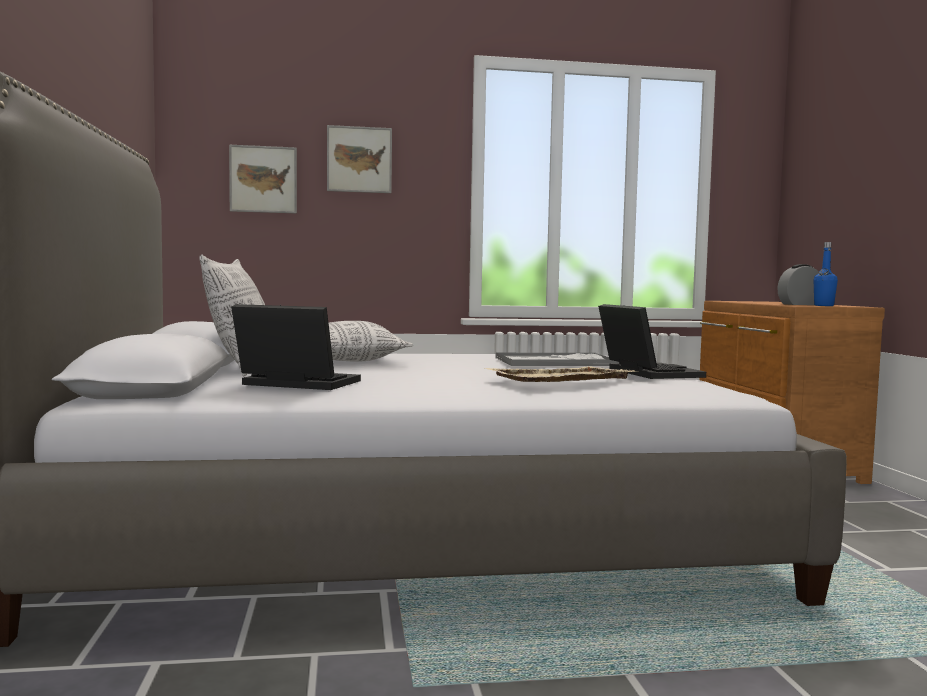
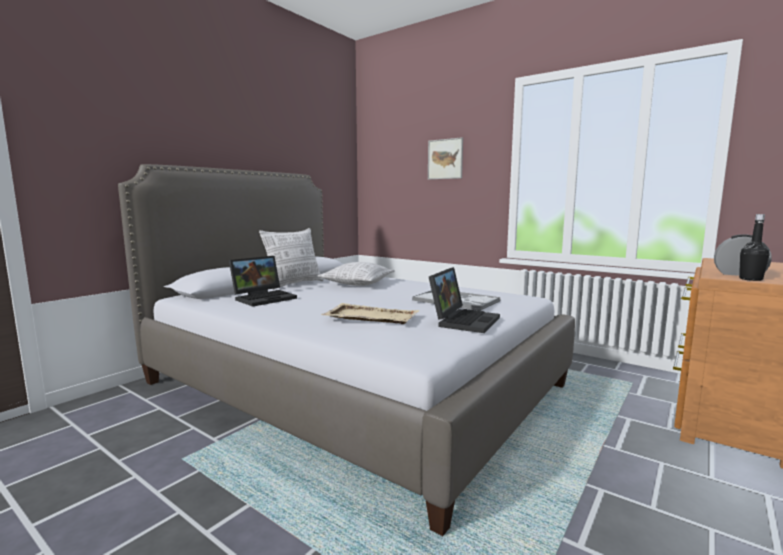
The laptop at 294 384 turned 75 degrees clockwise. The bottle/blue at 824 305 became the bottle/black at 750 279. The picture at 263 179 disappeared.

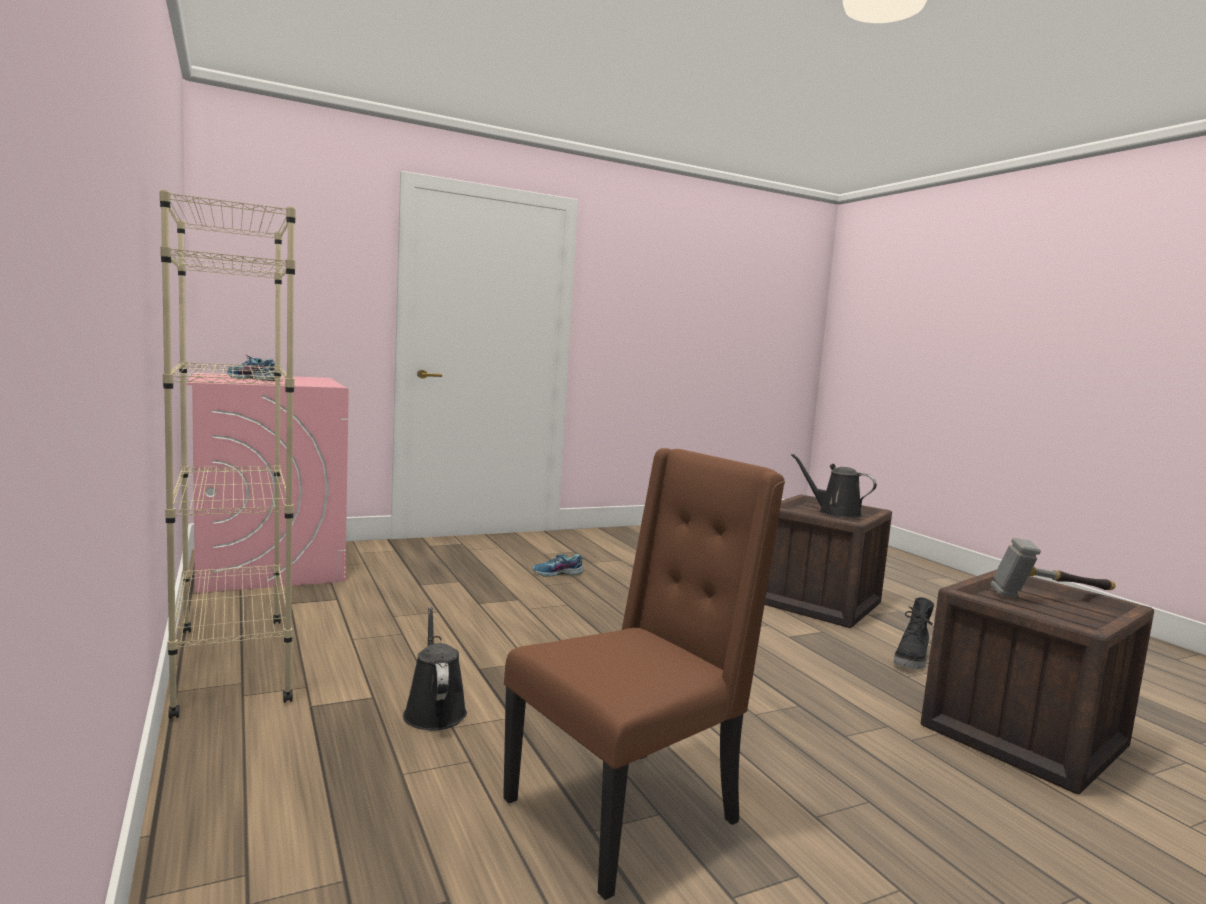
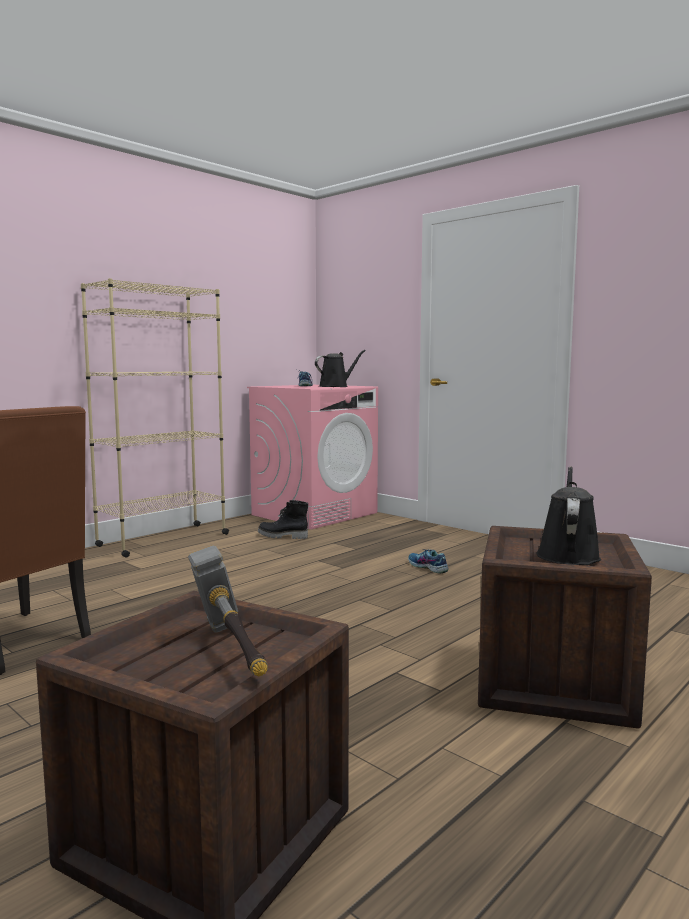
The boot/black moved from 912 660 to 282 536. The watering can/black moved from 434 711 to 336 386.

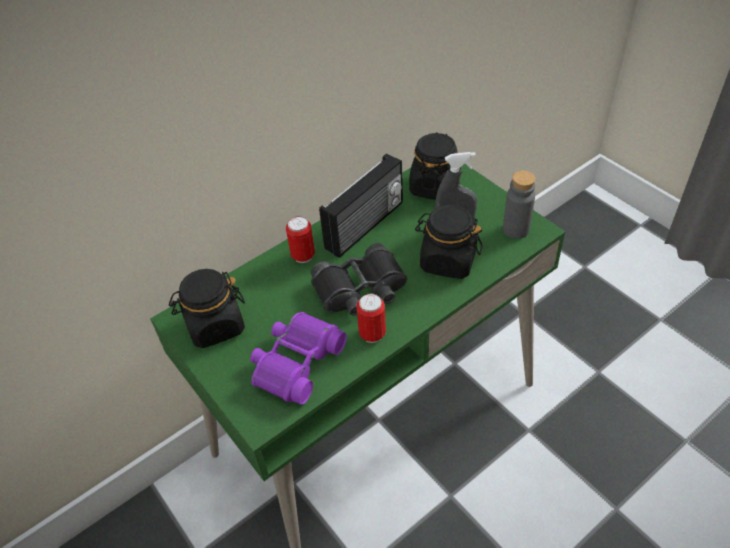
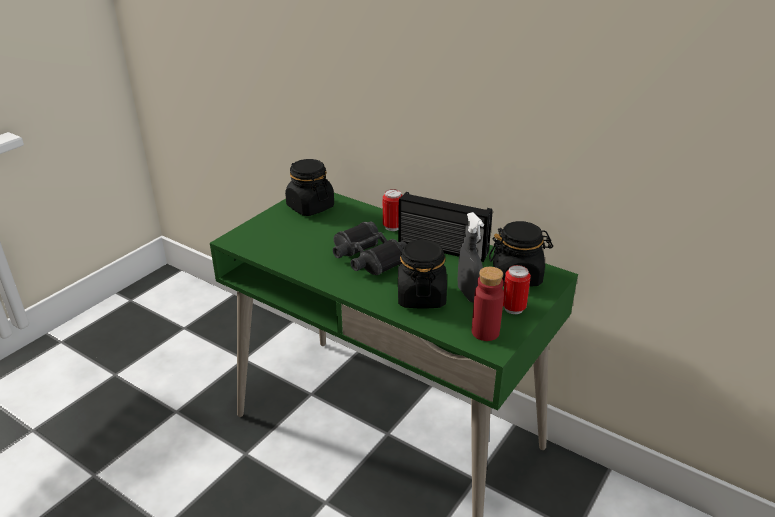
The bottle/grey at 515 229 became the bottle/red at 485 332. The can moved from 372 334 to 513 308. The binoculars/purple at 296 362 disappeared.

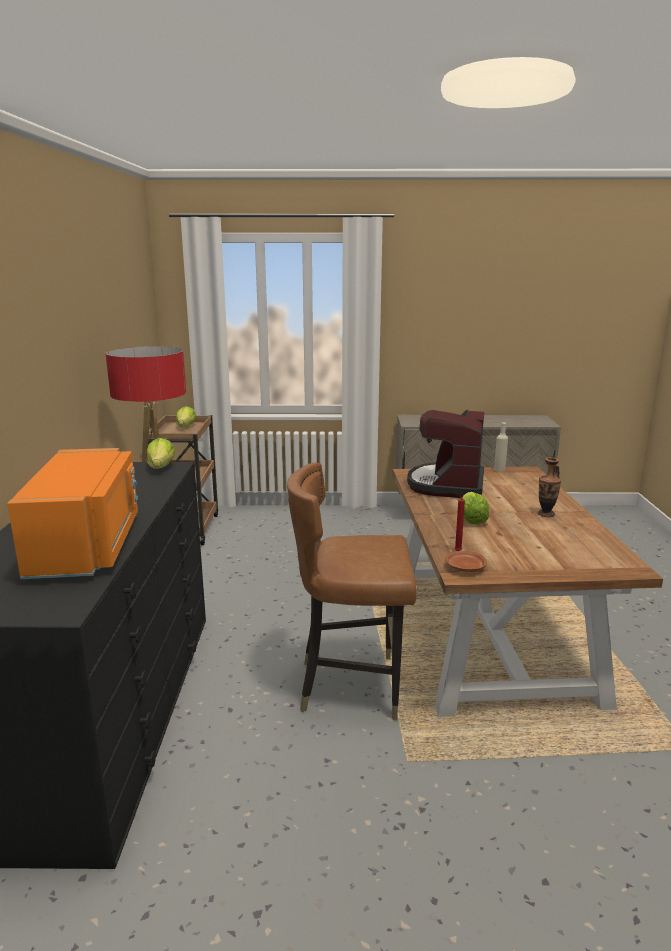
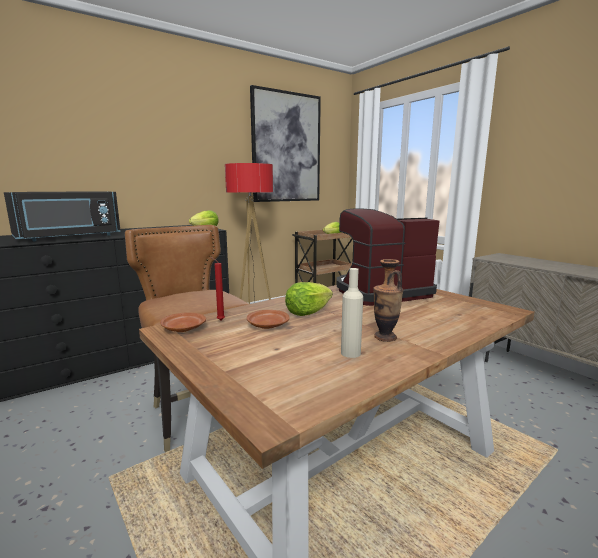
The microwave/orange at 88 546 became the microwave/black at 70 237. The plate/brown at 267 325 appeared. The picture at 286 148 appeared. The bottle/beige moved from 499 469 to 350 353.

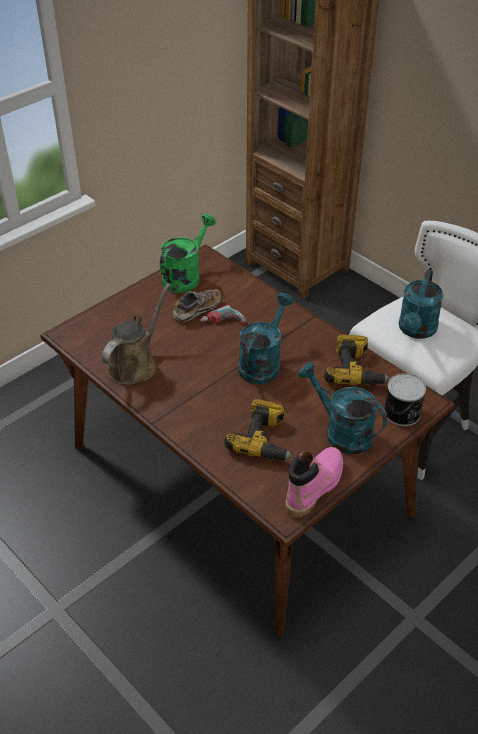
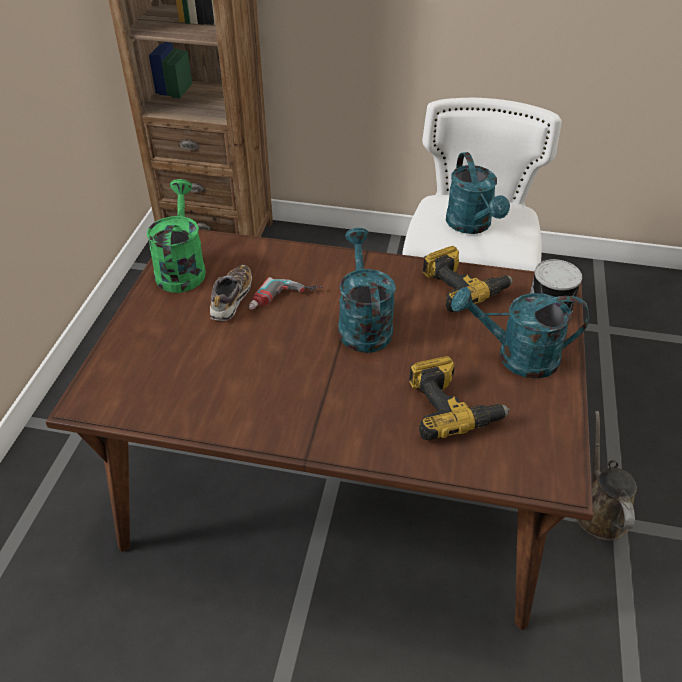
The watering can/brown moved from 135 364 to 599 510. The boot/pink at 314 486 disappeared.

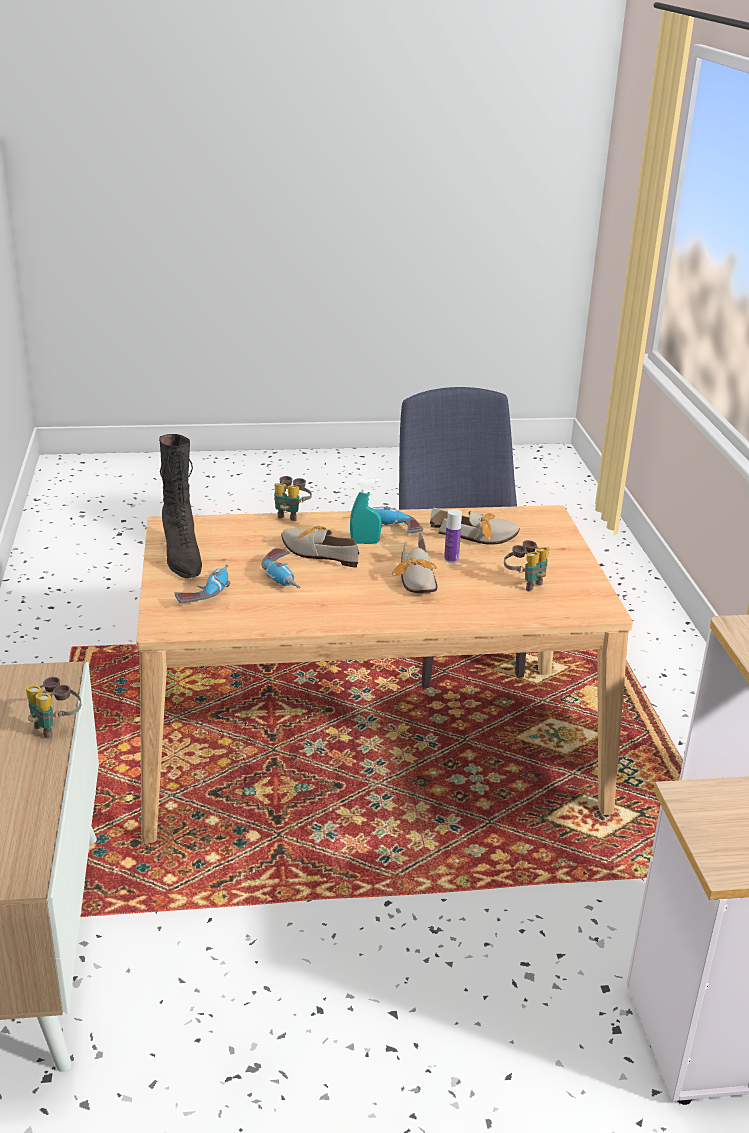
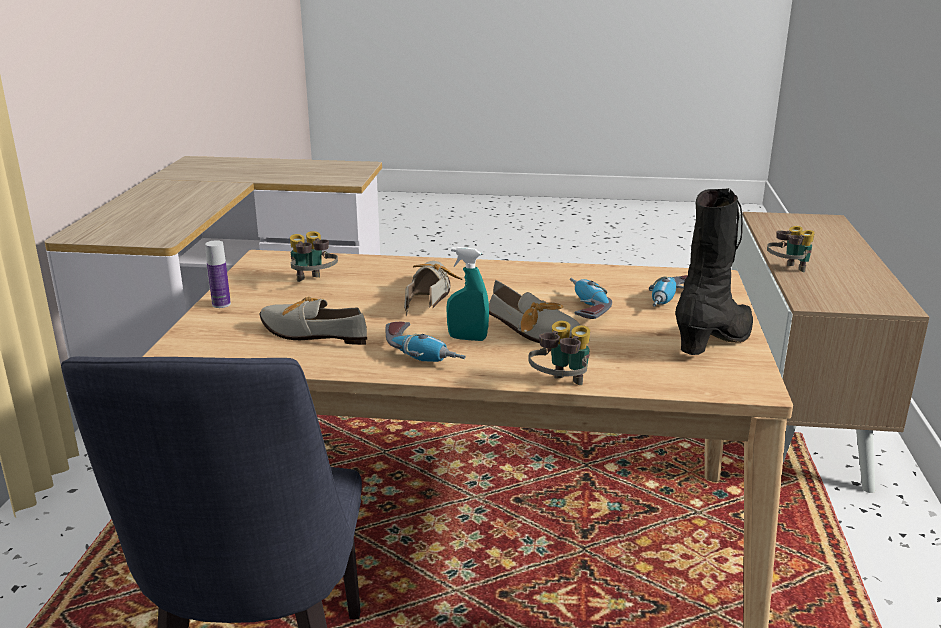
The bottle moved from 451 559 to 221 304. The boot/black at 182 557 turned 45 degrees clockwise.

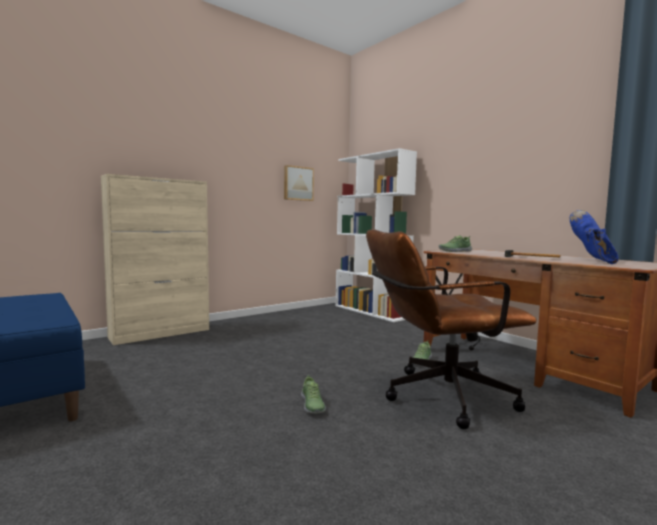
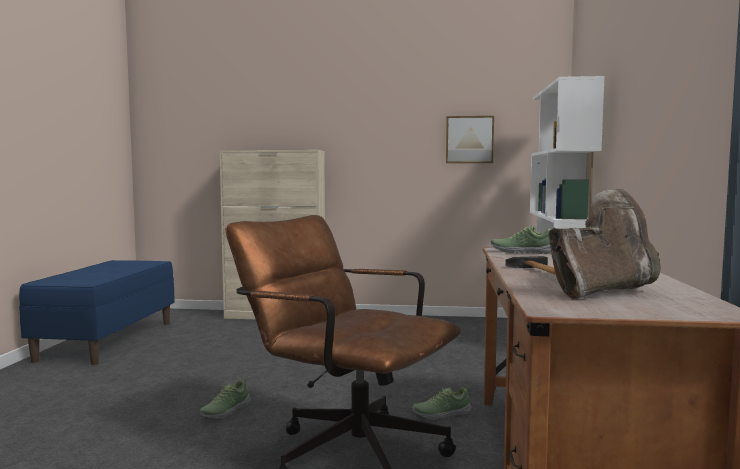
The boot/blue at 593 261 became the boot/brown at 602 291.

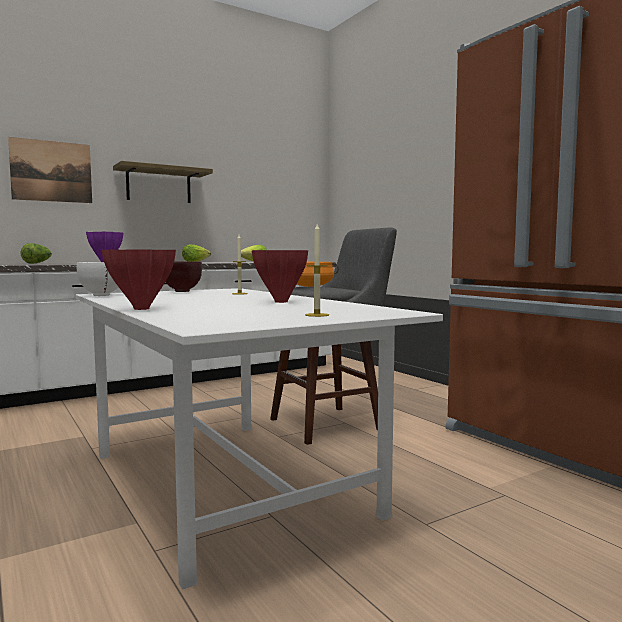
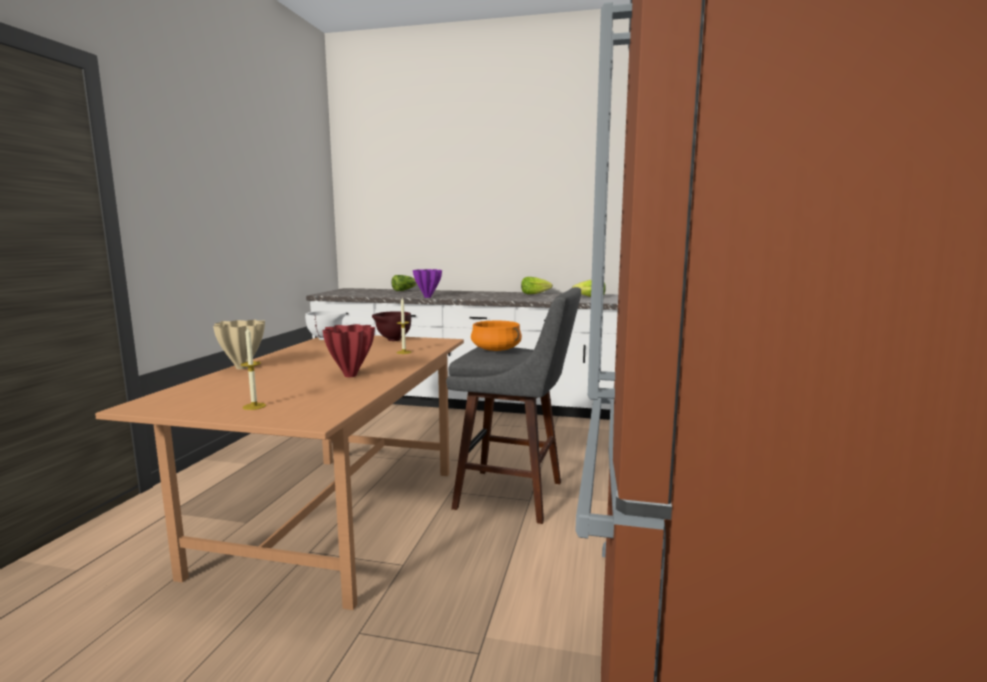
The dining table/white at 228 483 became the dining table/brown at 337 518. The vase/red at 143 309 became the vase/beige at 243 368. The picture at 51 171 disappeared. The shelf at 159 185 disappeared.

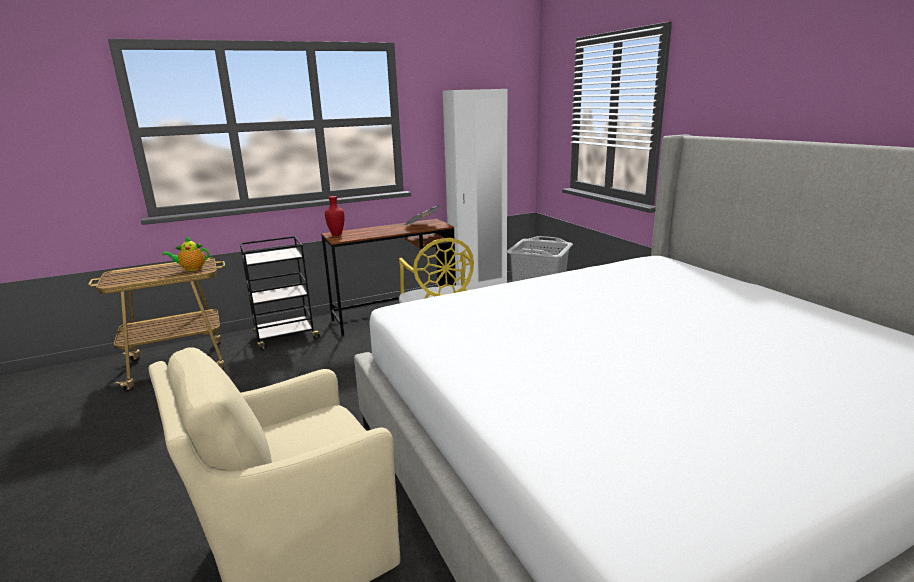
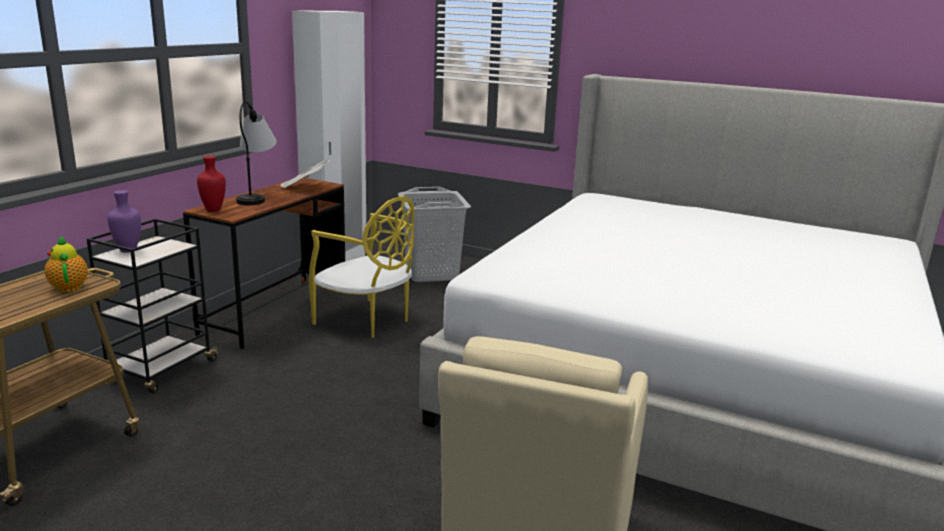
The teapot at 191 269 turned 120 degrees clockwise. The vase/purple at 127 251 appeared. The table lamp at 257 197 appeared.

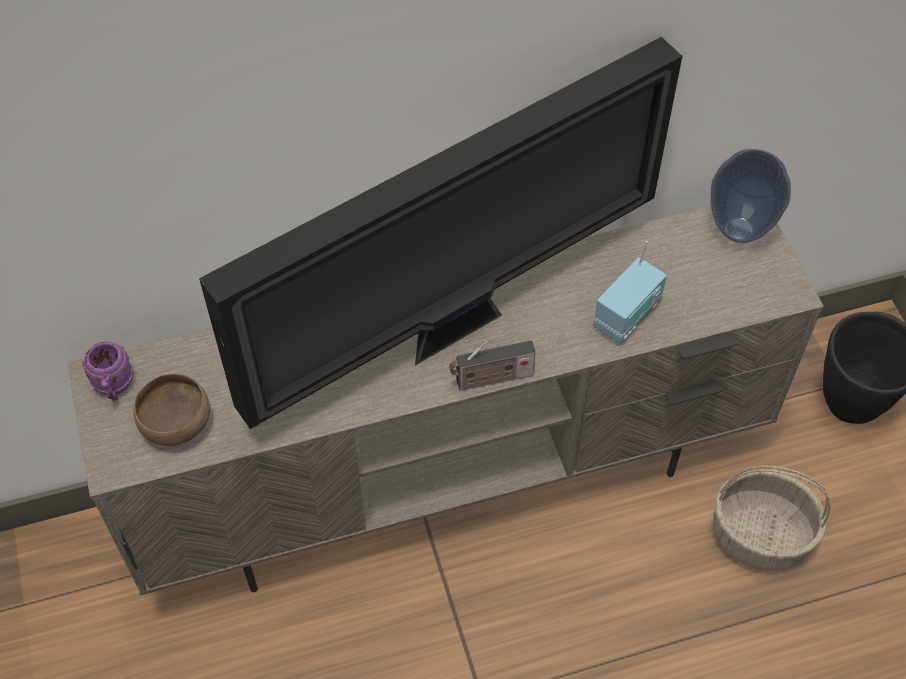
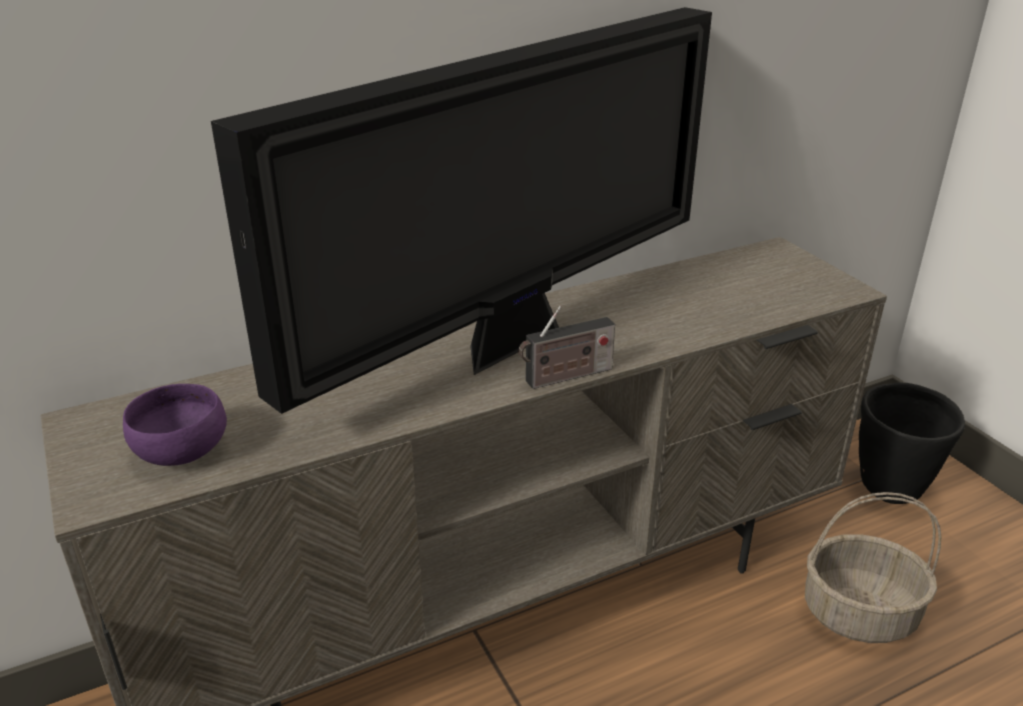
The bowl/brown at 175 422 became the bowl/purple at 180 451. The mug/purple at 114 388 disappeared. The radio at 627 316 disappeared. The vase at 737 230 disappeared.

